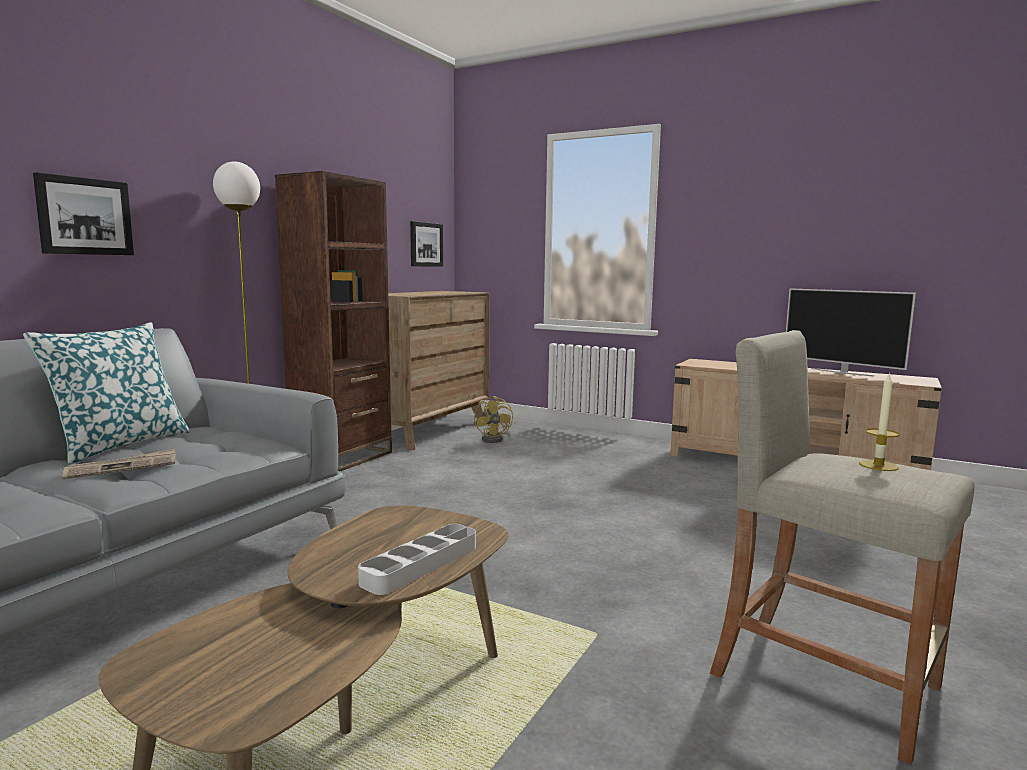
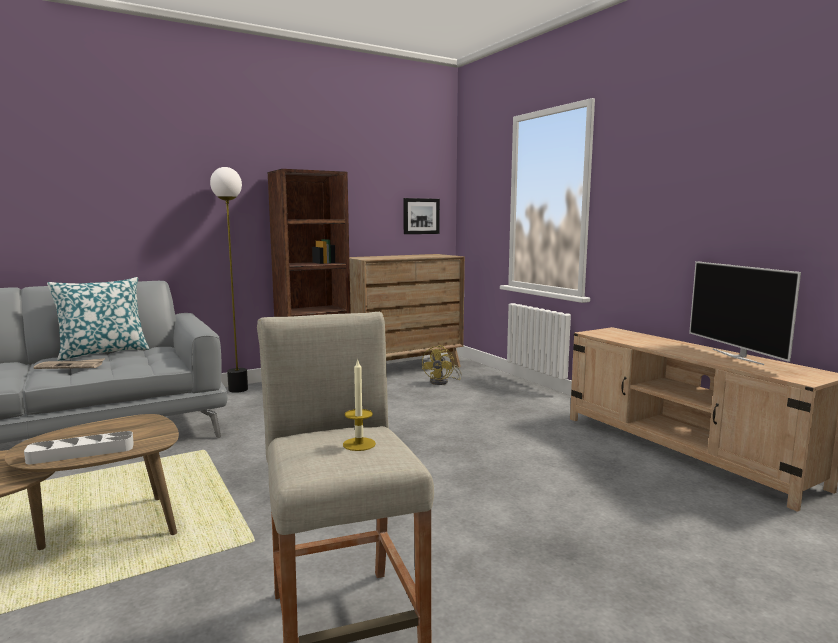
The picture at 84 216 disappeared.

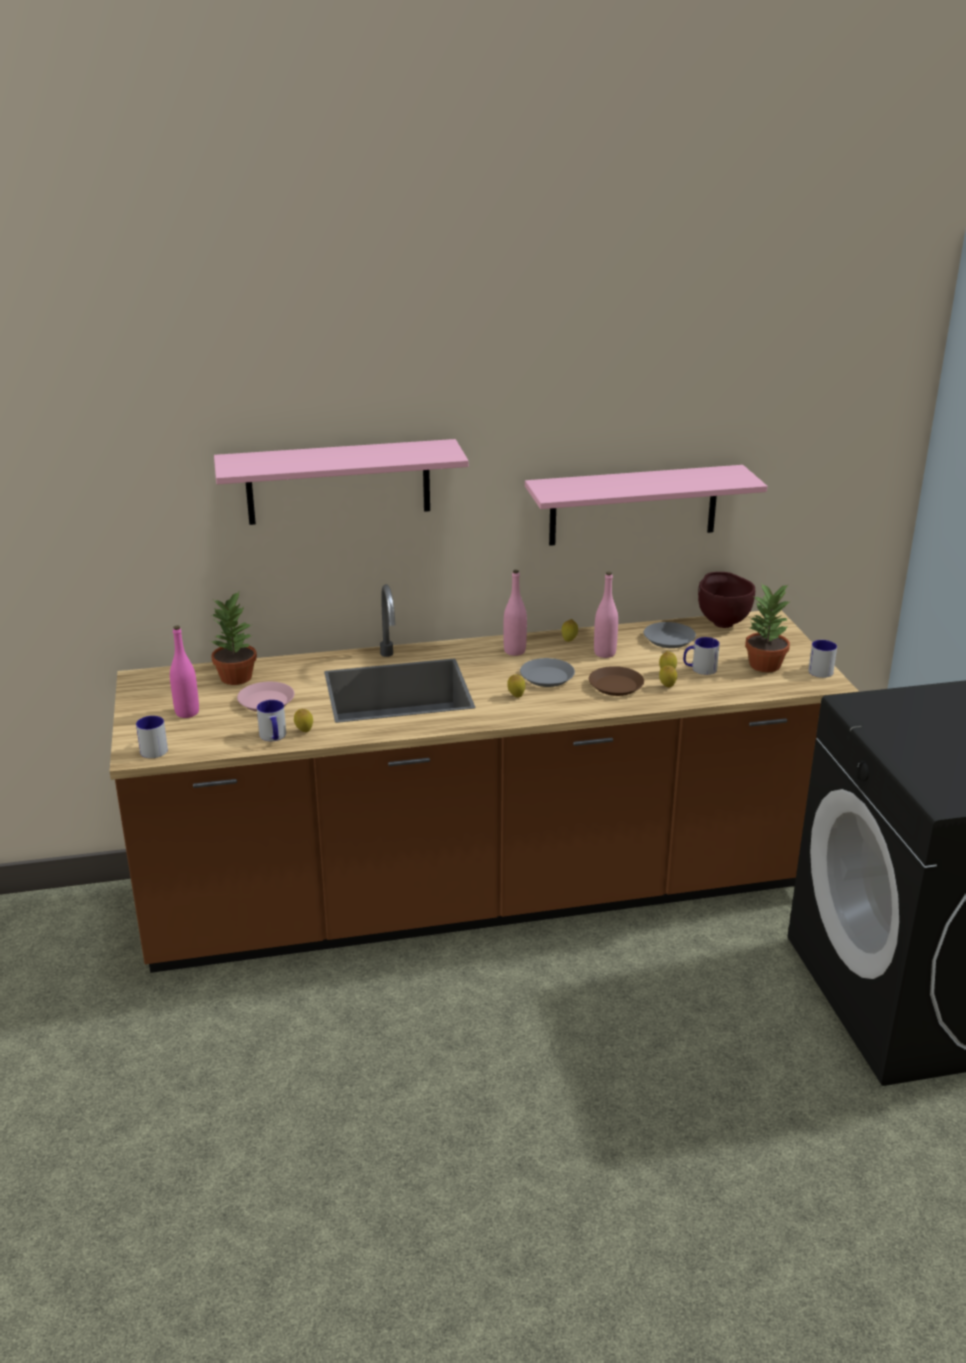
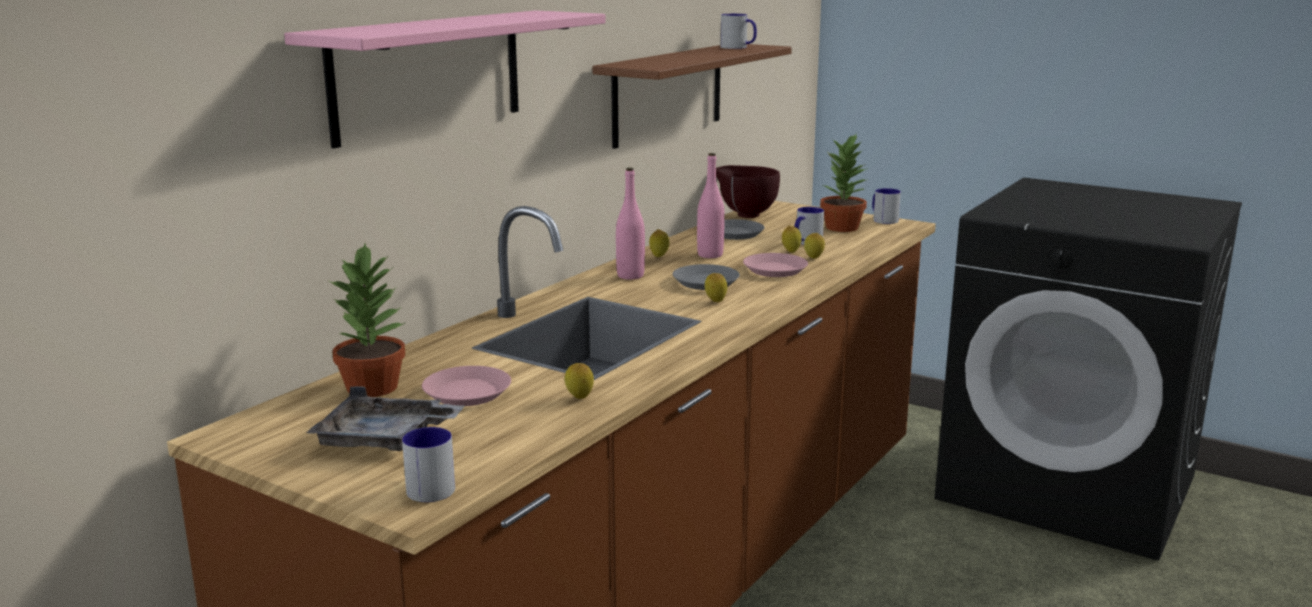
The bottle/pink at 187 712 was replaced by the tray/grey at 384 439. The shelf/pink at 633 505 became the shelf/brown at 668 93. The mug moved from 273 737 to 738 47. The plate/brown at 616 685 became the plate/pink at 775 270.

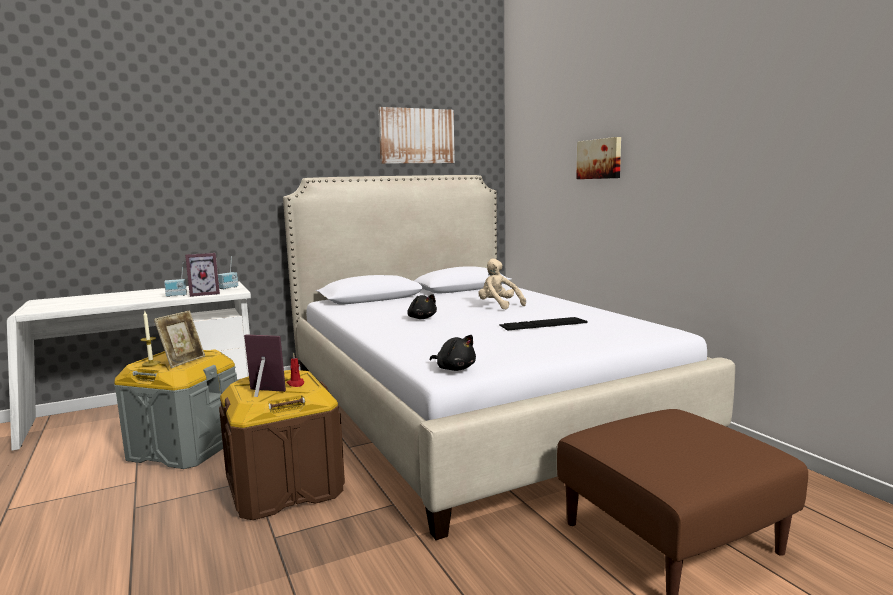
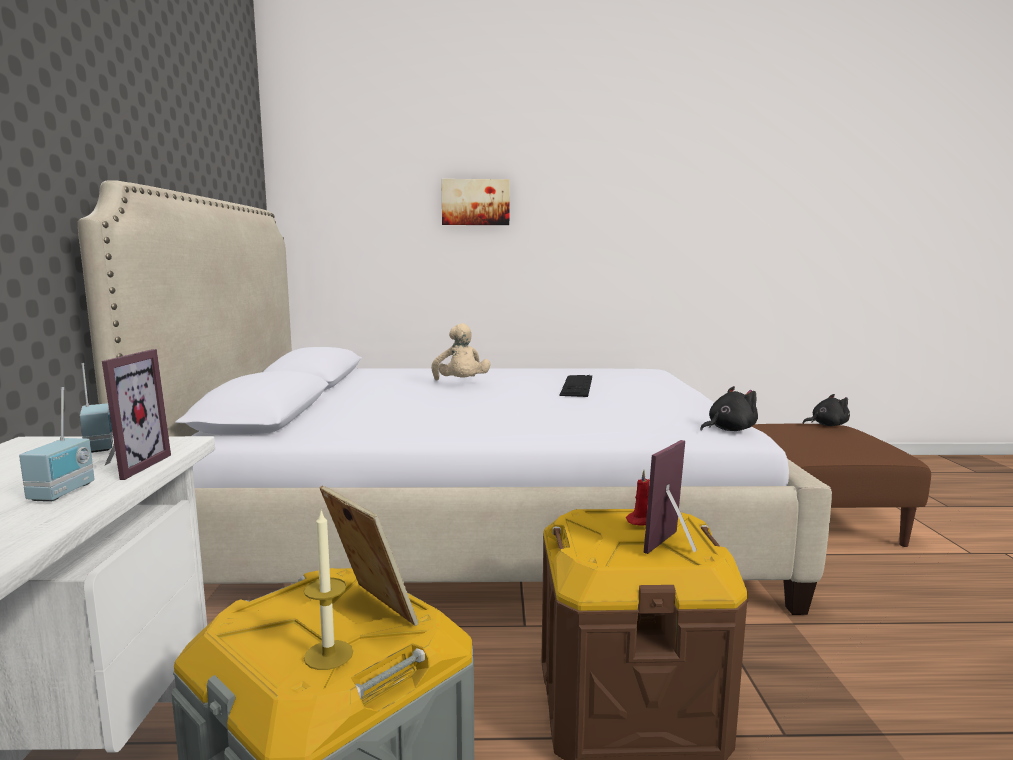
The plush toy/beige at 498 305 turned 90 degrees counterclockwise. The plush toy/black moved from 421 318 to 827 425. The picture at 416 136 disappeared.

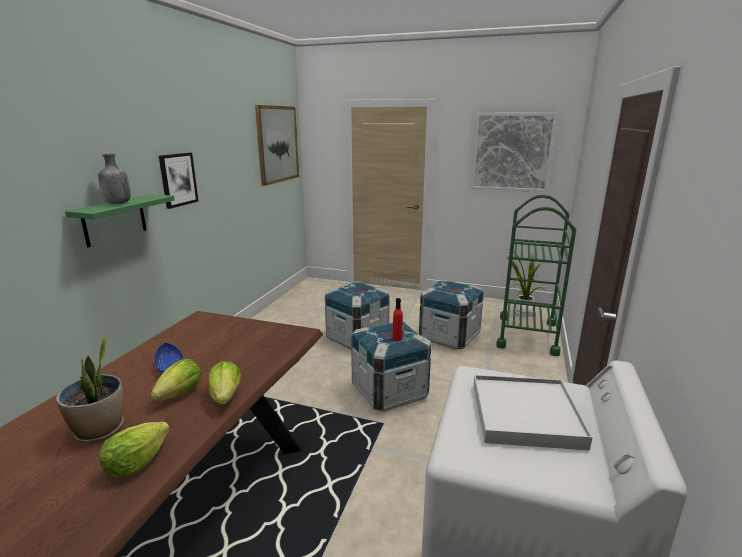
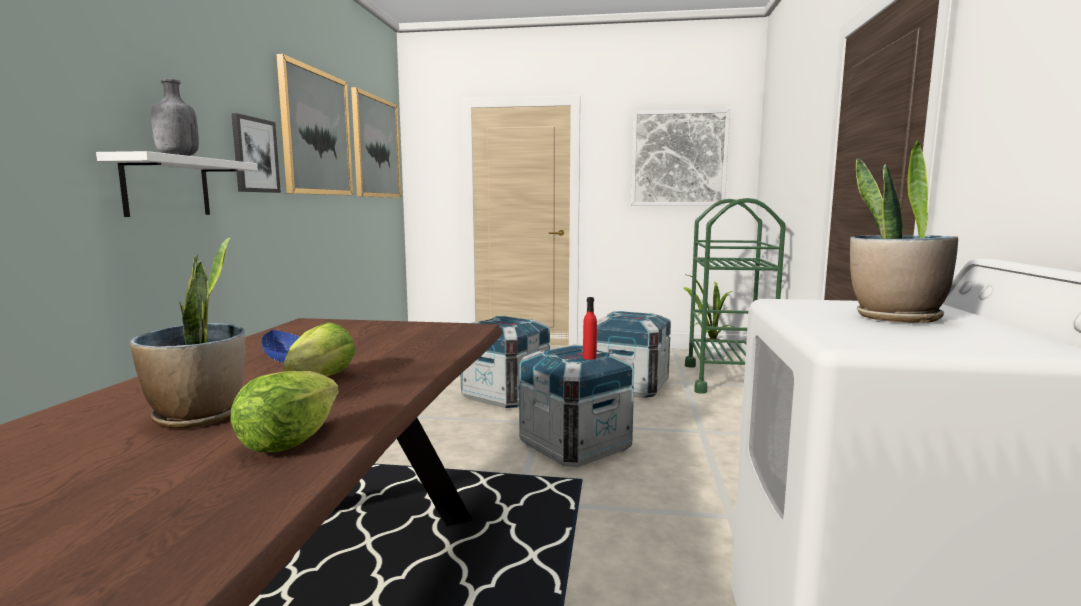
The shelf/green at 115 220 became the shelf/white at 167 187. The picture at 316 133 appeared. The tray/white at 525 415 was replaced by the potted plant at 895 317. The lettuce at 226 396 disappeared.

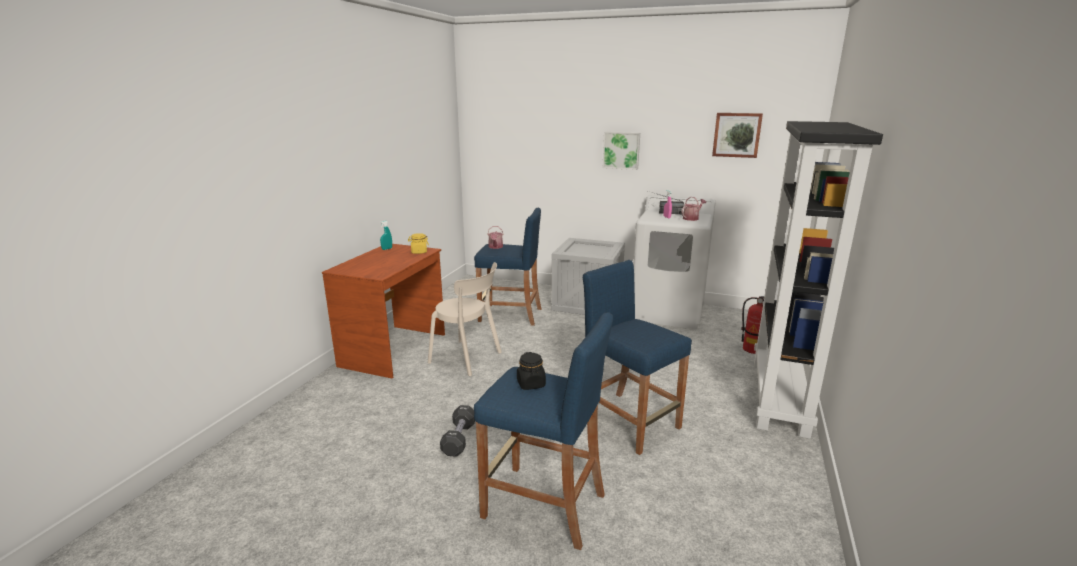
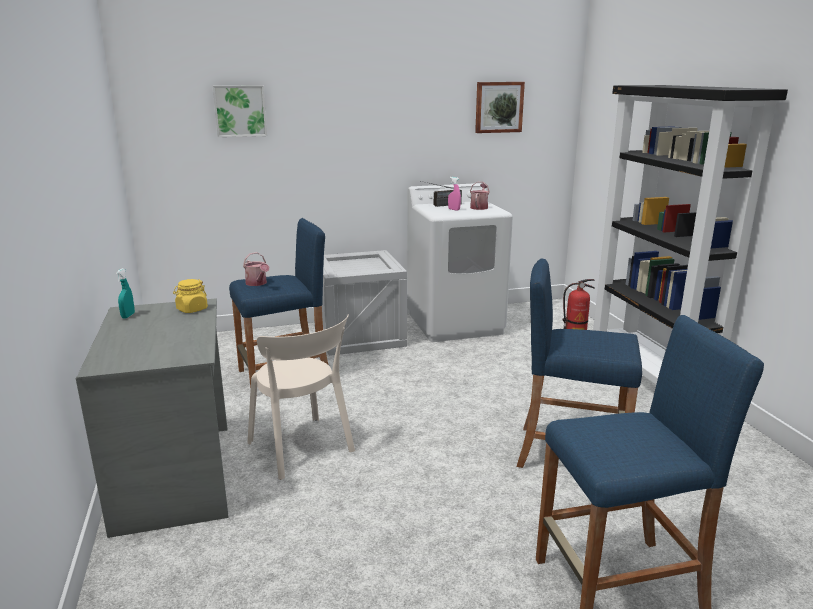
The desk/brown at 394 350 became the desk/grey at 177 476. The picture moved from 621 150 to 240 111. The chair/beige at 468 358 turned 60 degrees clockwise. The dumbbell/black at 459 439 disappeared. The jar/black at 531 384 disappeared.

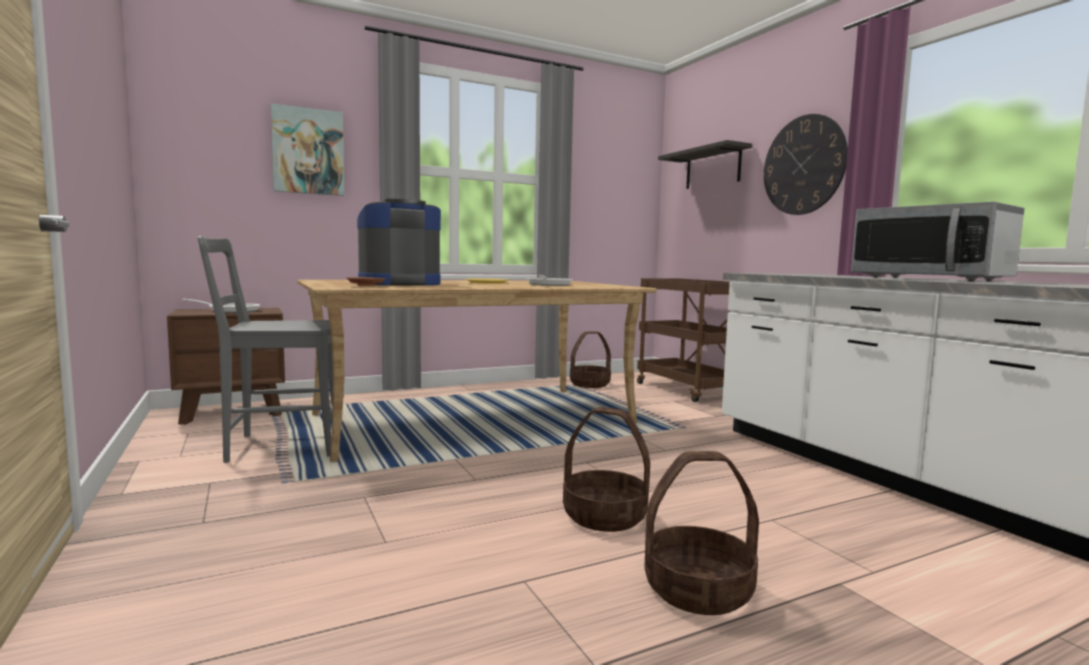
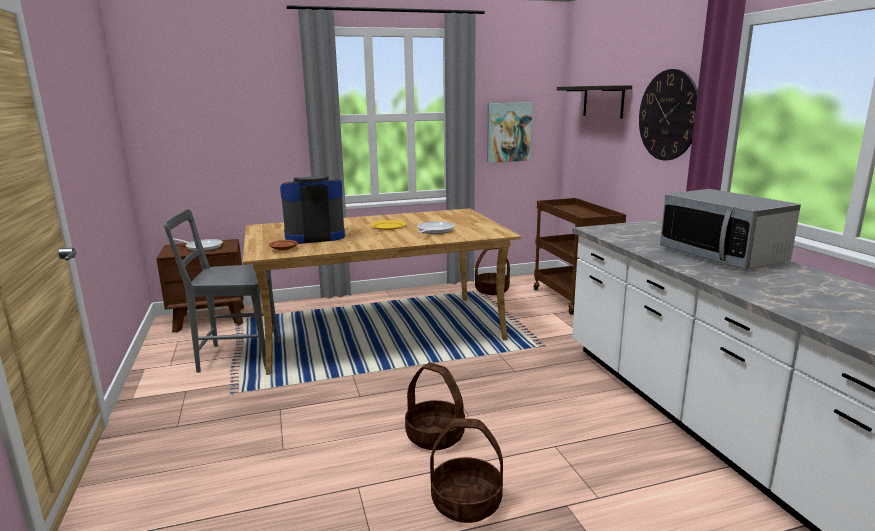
The picture moved from 308 151 to 508 132.

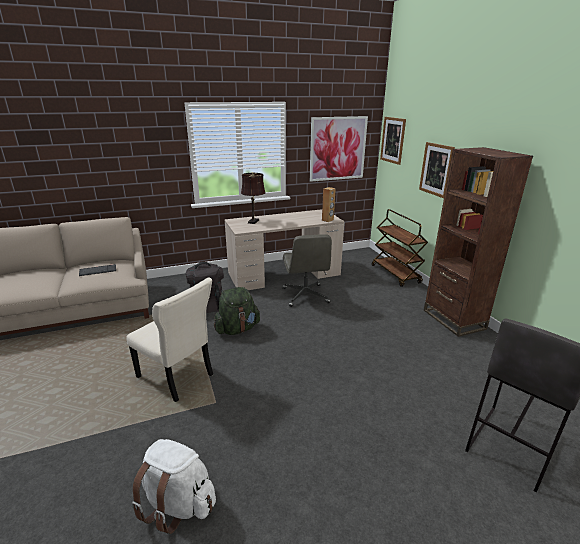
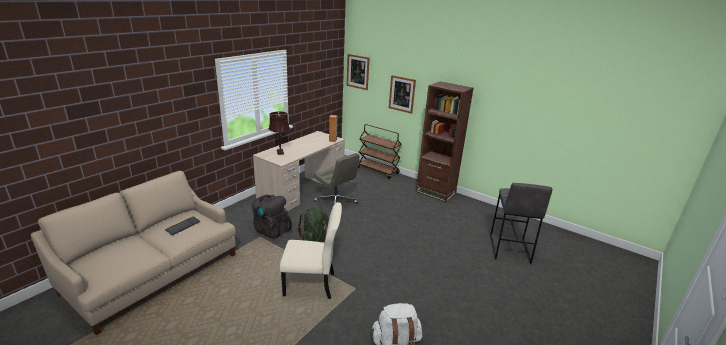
The picture at 338 149 disappeared.

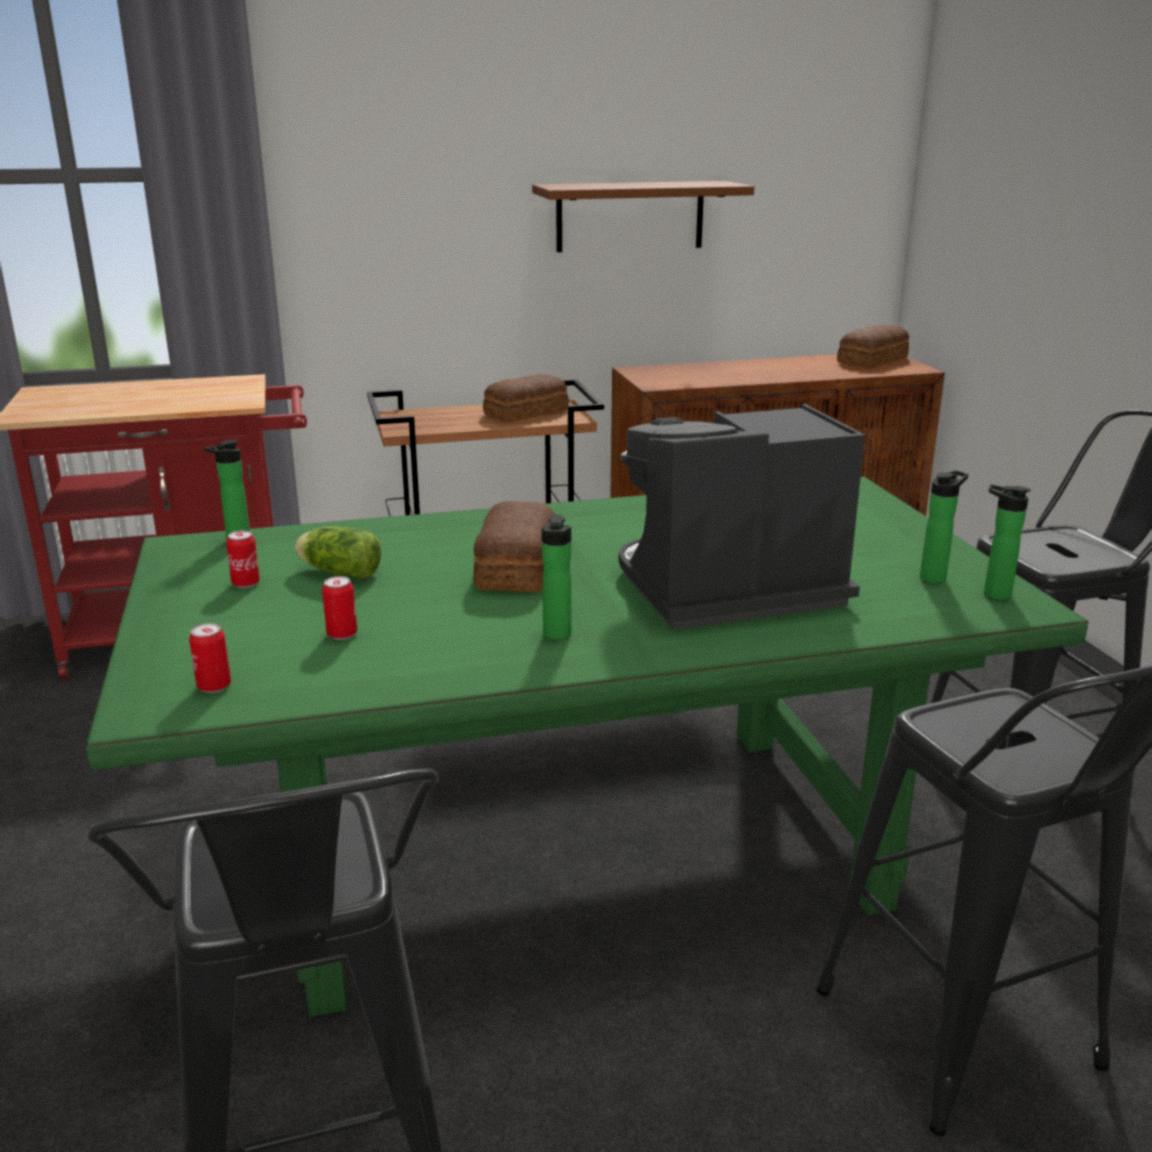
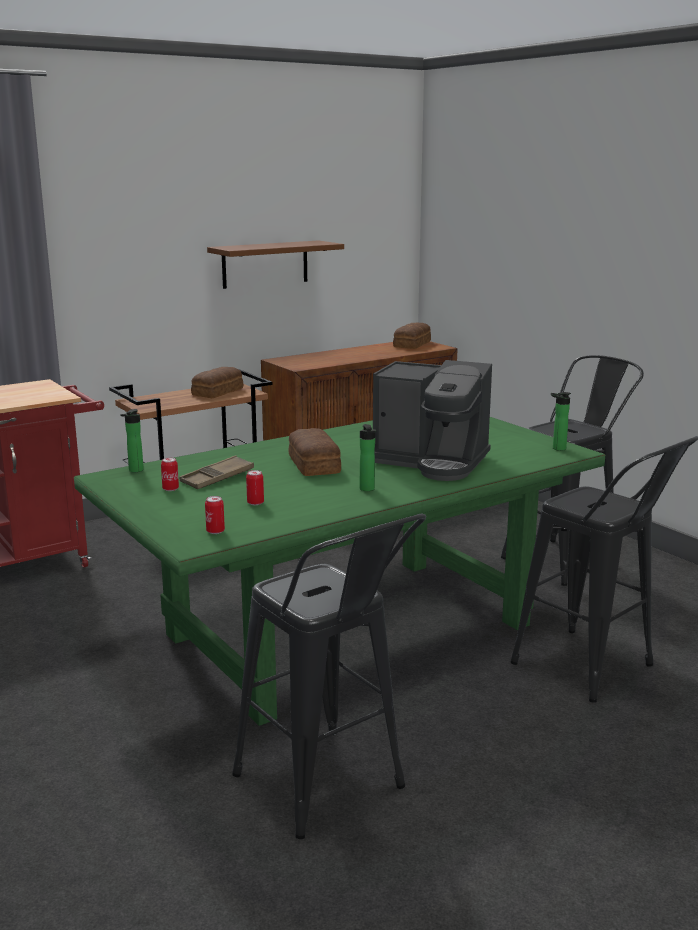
The lettuce at 338 572 was replaced by the tray/brown at 217 478. The coffee machine at 725 591 turned 120 degrees counterclockwise. The bottle at 935 577 disappeared.

